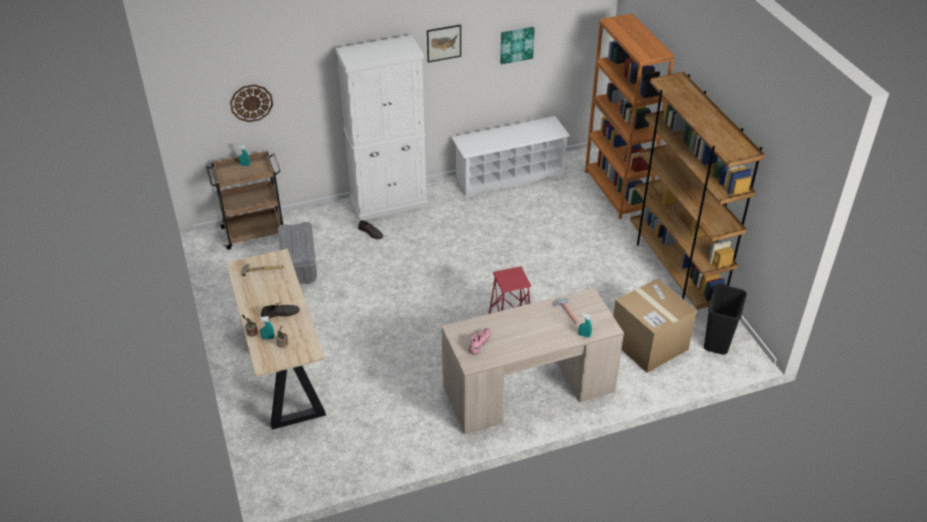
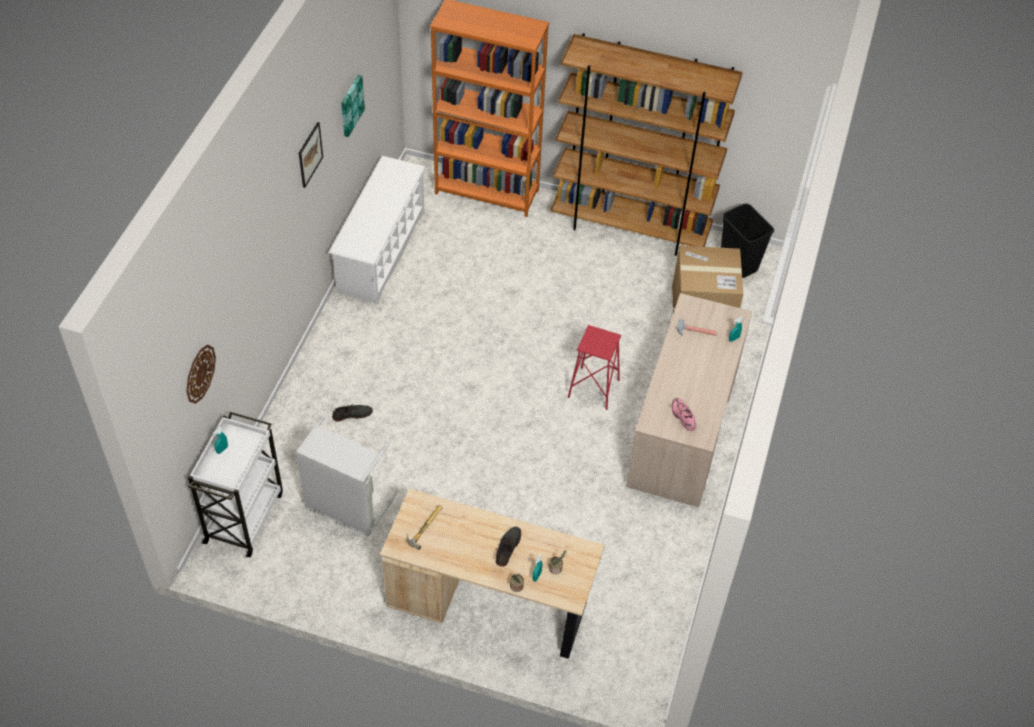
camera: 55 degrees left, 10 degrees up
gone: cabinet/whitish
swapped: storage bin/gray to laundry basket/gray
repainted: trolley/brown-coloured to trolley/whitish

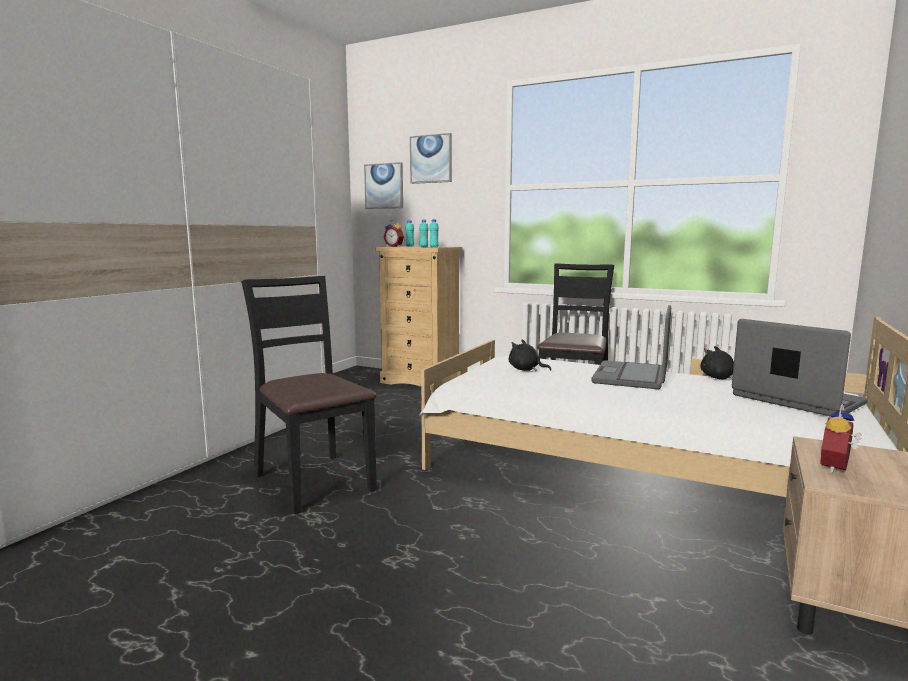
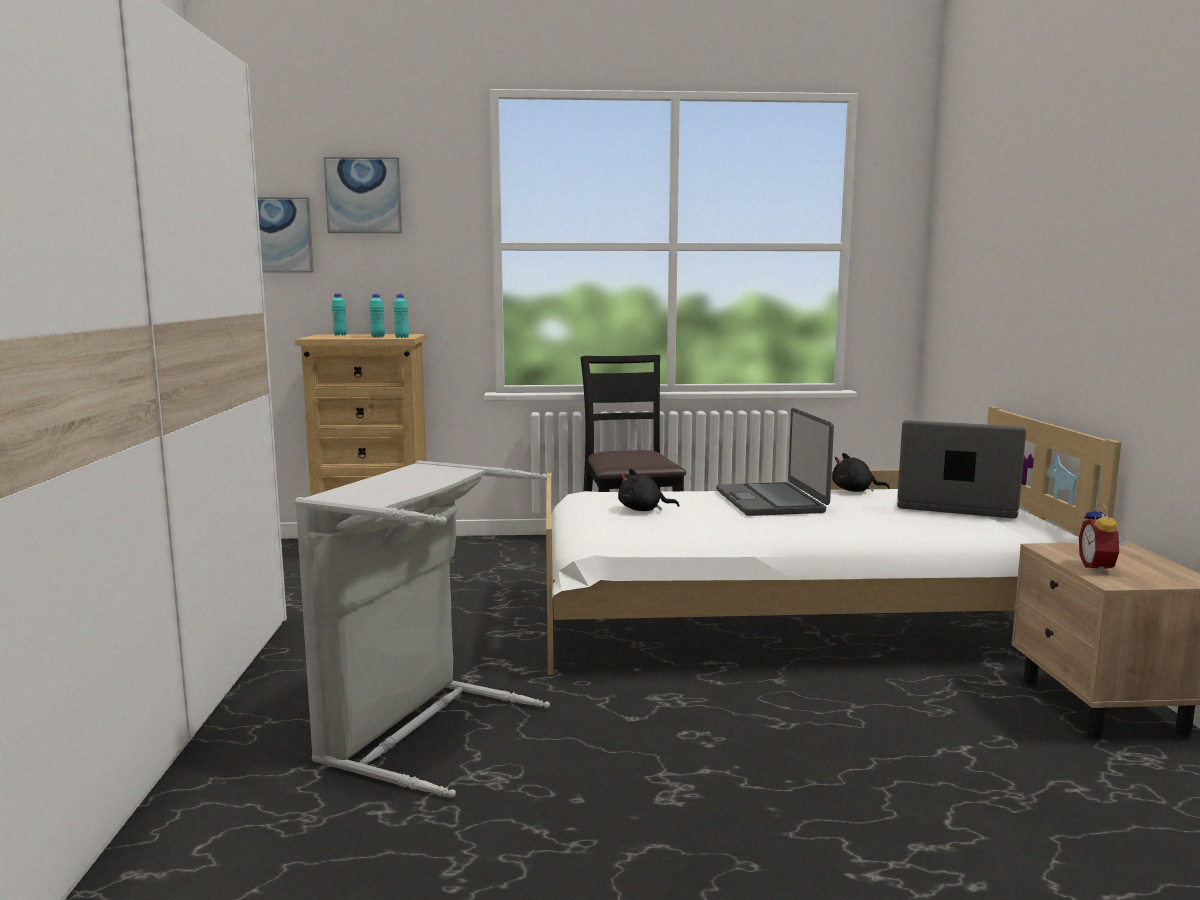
camera: 30 degrees left, 0 degrees up
gone: alarm clock (no. 1 from left)
swapped: upright chair/blackish (no. 1 from left) to laundry basket/gray

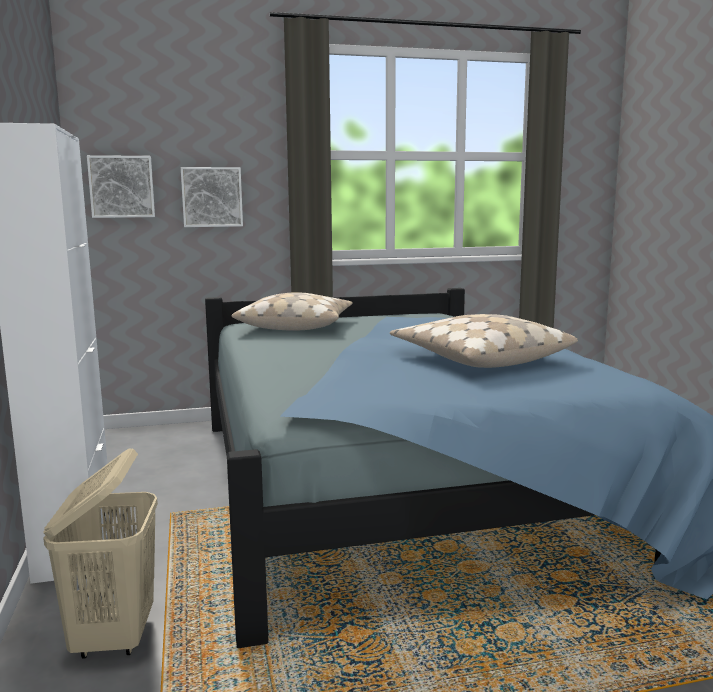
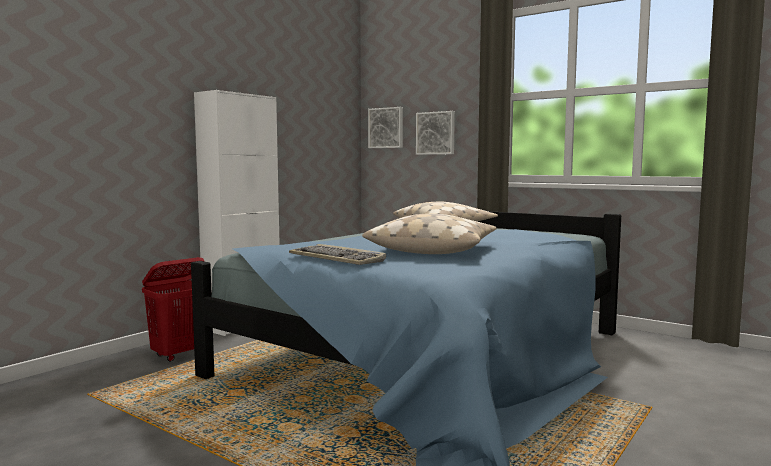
camera: 50 degrees right, 5 degrees down
new: PC keyboard
repainted: laundry basket/beige-coloured to laundry basket/red

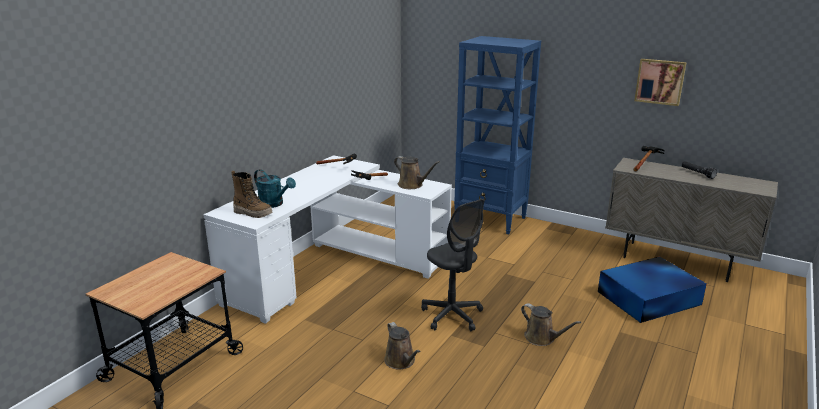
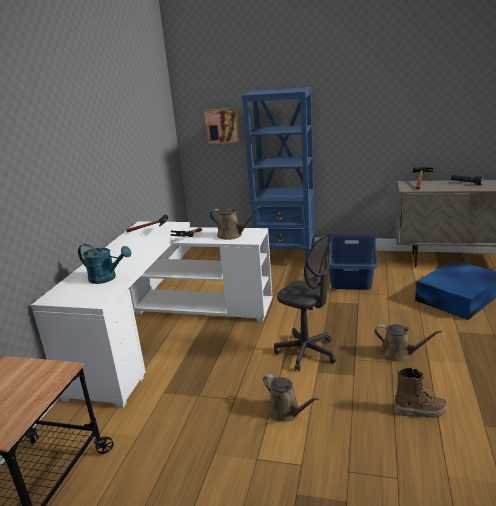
camera: 15 degrees left, 0 degrees up
new: laundry basket/bluish
shifted: tall boot; wall art

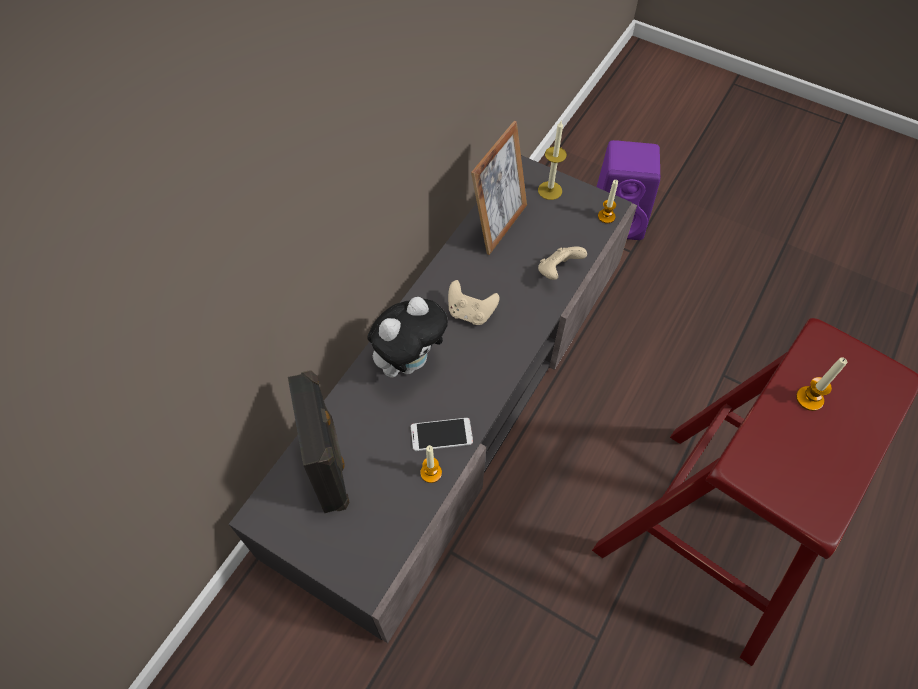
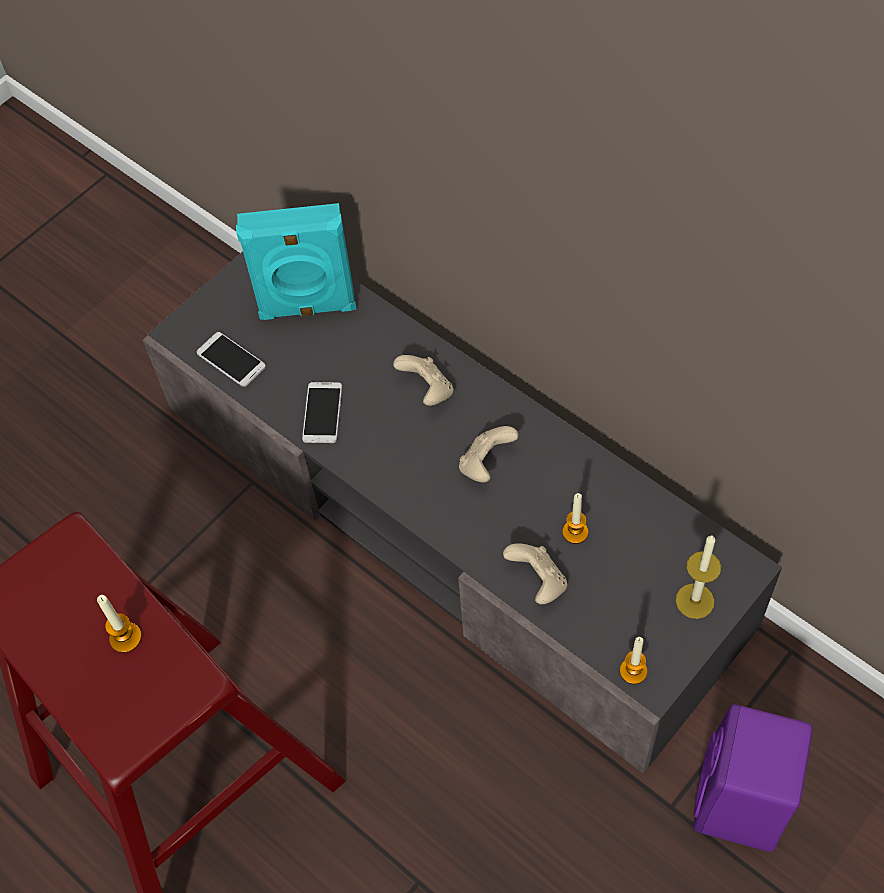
camera: 105 degrees right, 0 degrees up
gone: picture frame
new: handset (no. 1 from left)
shifted: wax light (no. 1 from left in the first image) to wax light (no. 2 from left)
swapped: plush toy to gamepad/beige-coloured (no. 1 from left)
repainted: speaker/blackish to speaker/turquoise-coloured

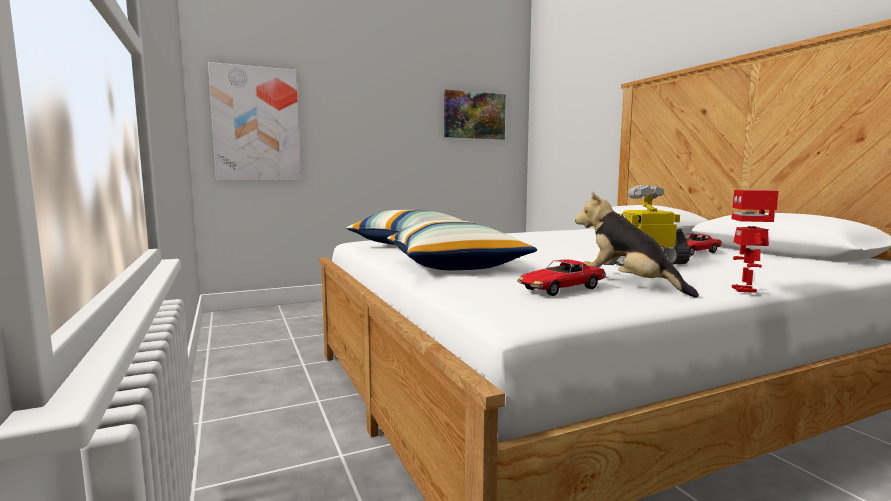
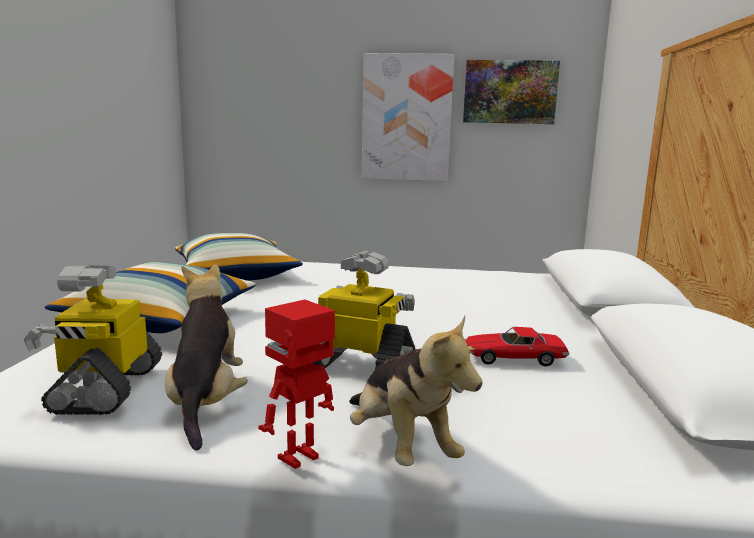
camera: 30 degrees right, 5 degrees up
new: plush toy (no. 2 from left)
shifted: wall art (no. 1 from left)
swapped: toy car (no. 1 from left) to robot figure (no. 1 from left)

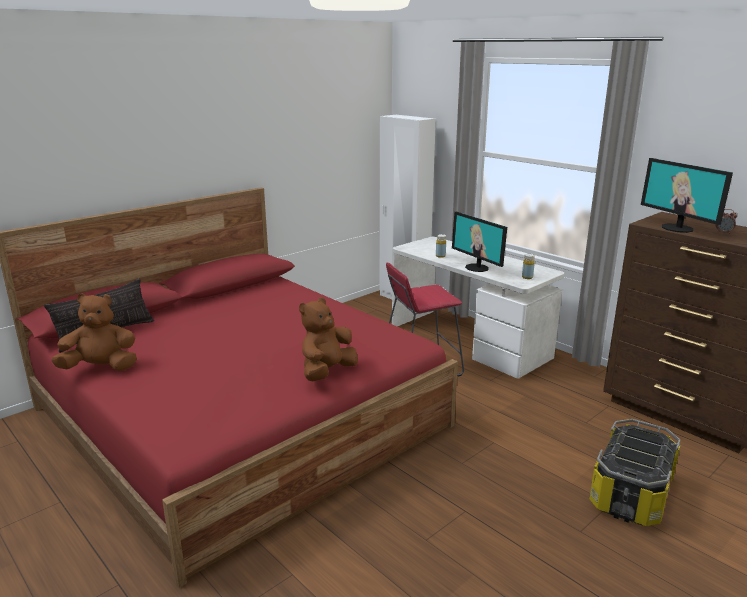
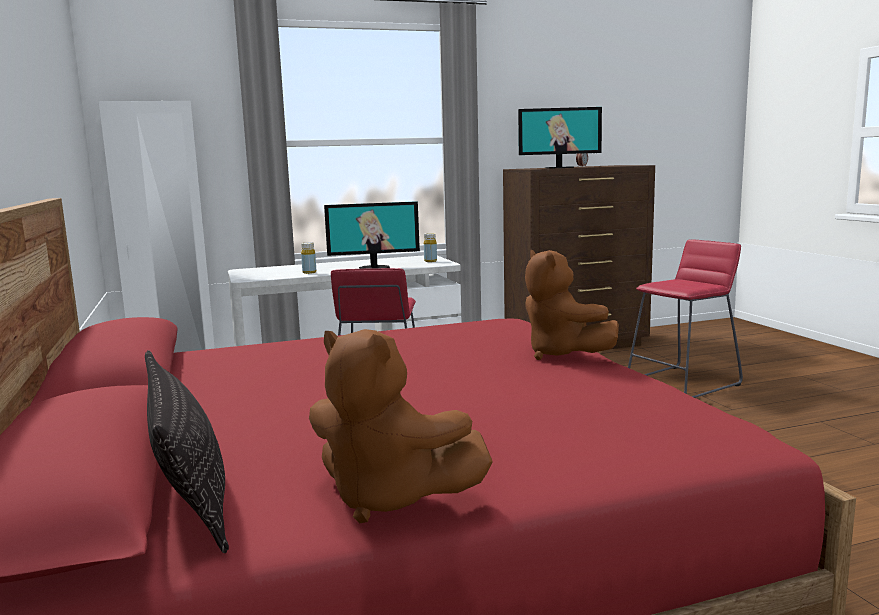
camera: 65 degrees left, 10 degrees down
swapped: storage bin to sitting stool/red (no. 2 from left)
rotated: plush toy/brown-coloured (no. 1 from left) 75 degrees counterclockwise

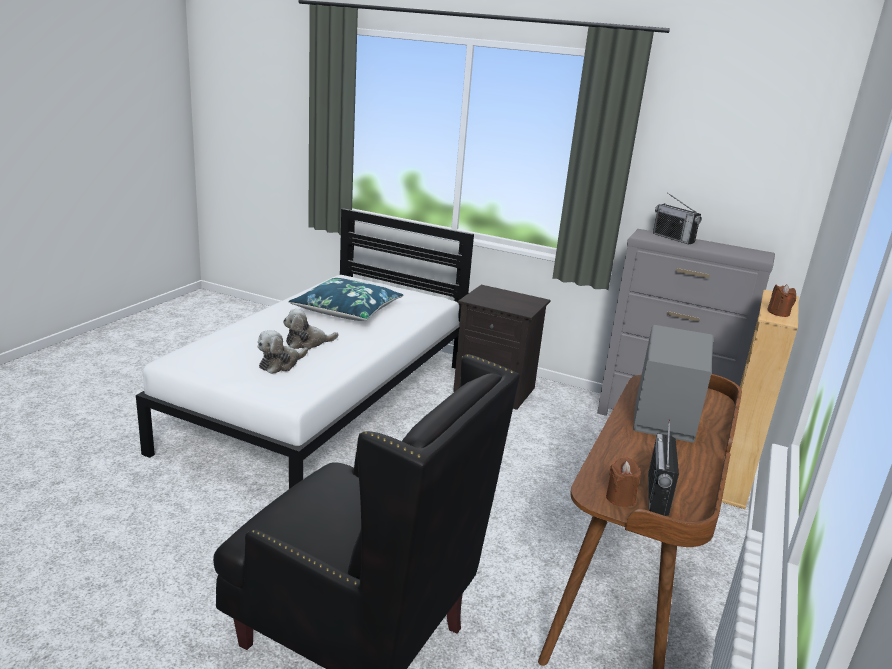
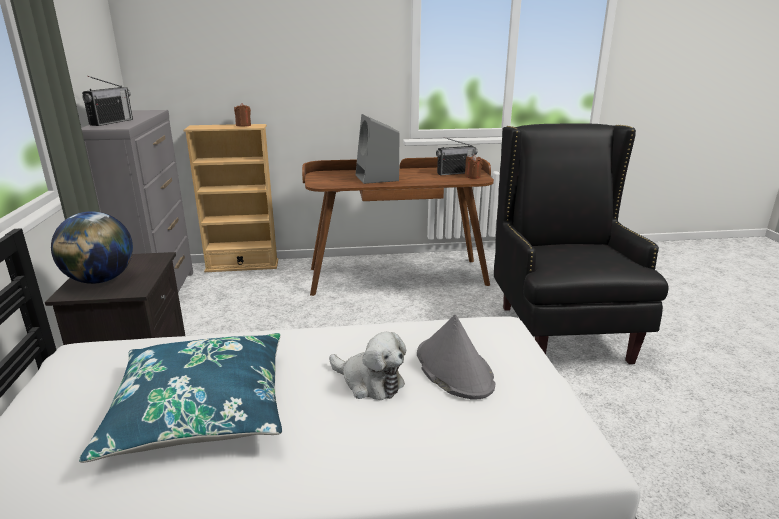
camera: 120 degrees left, 0 degrees up
new: desk globe
swapped: plush toy (no. 1 from left) to wearable hat/gray

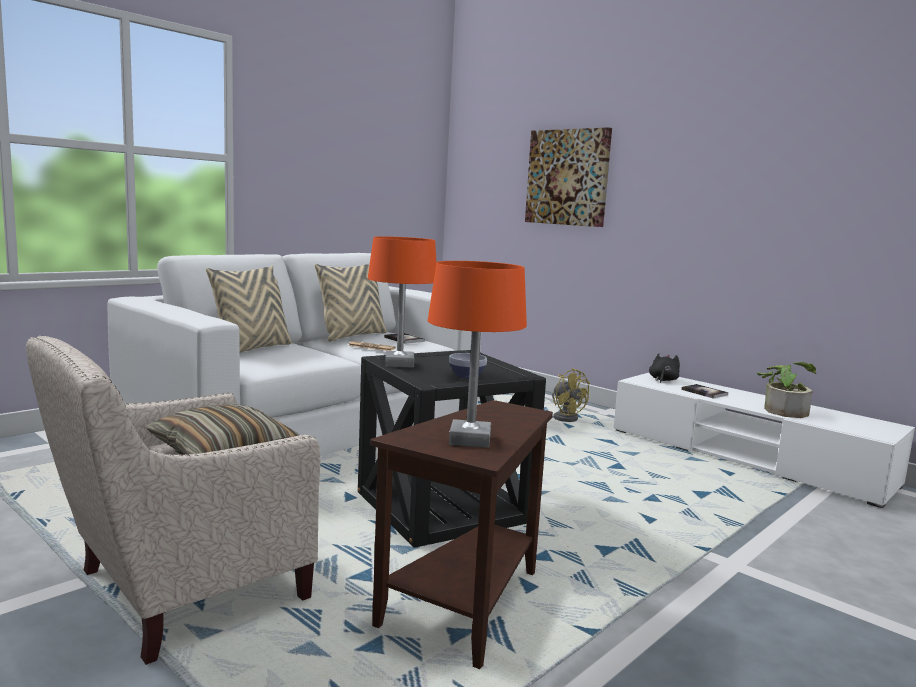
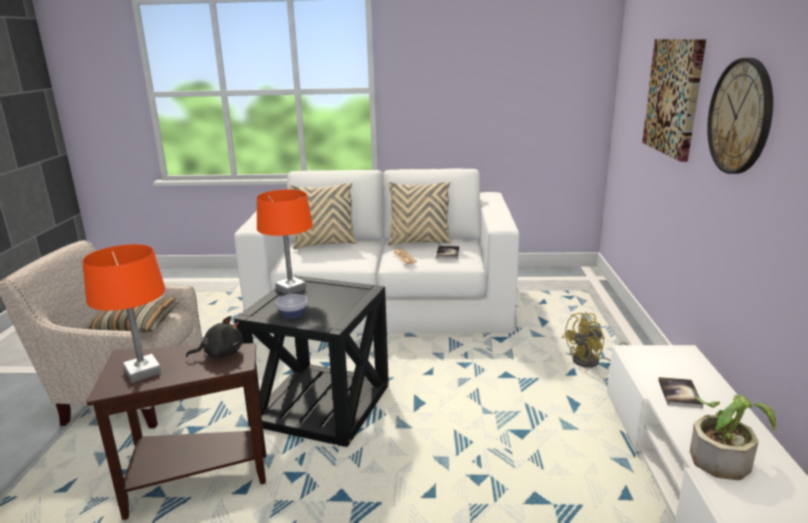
camera: 50 degrees right, 10 degrees up
new: wall clock
shifted: plush toy/blackish
rotated: electric fan/yellow-coloured 45 degrees clockwise

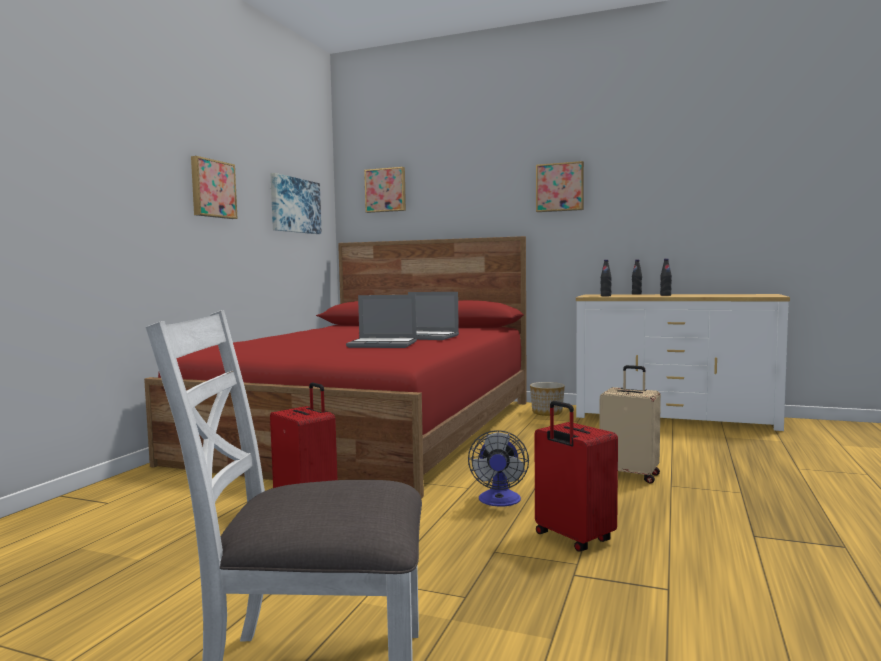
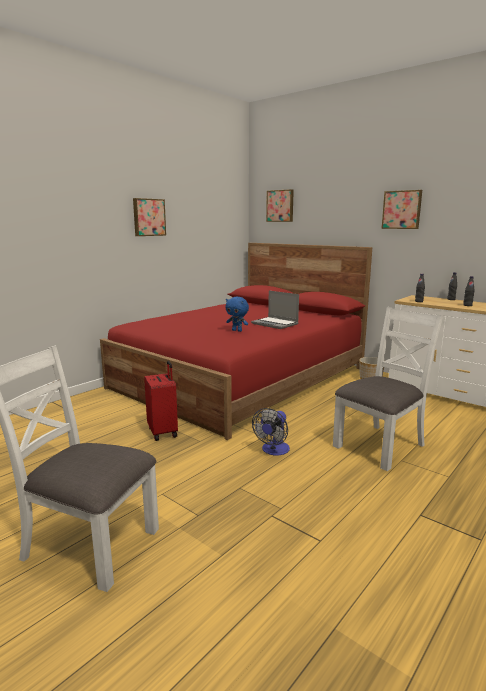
camera: 20 degrees right, 10 degrees up
gone: wall art (no. 2 from left); suitcase/red (no. 2 from left)
swapped: notebook computer (no. 1 from left) to plush toy/bluish; suitcase/beige-coloured to upright chair/whitish (no. 2 from left)

